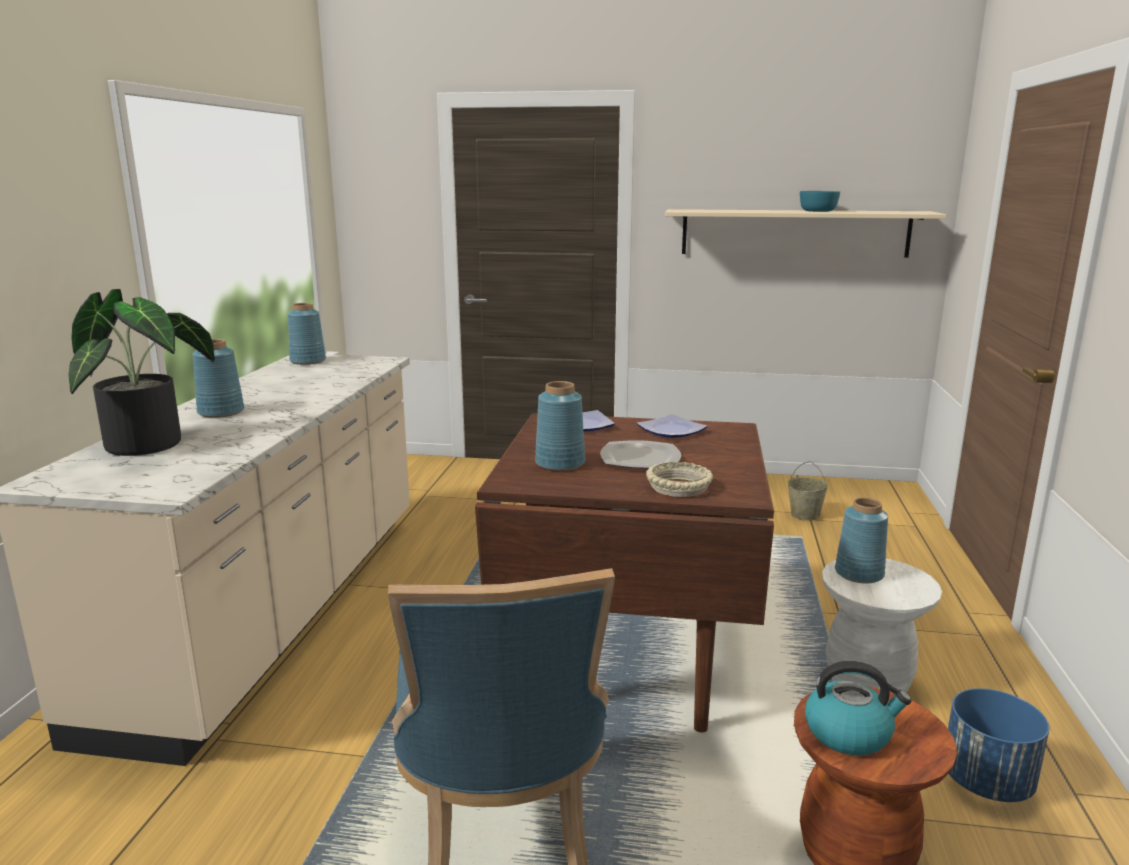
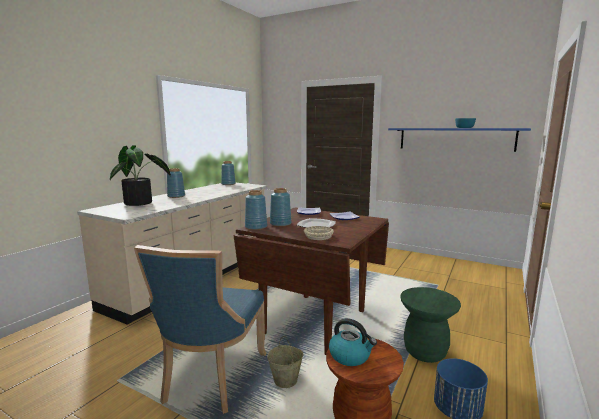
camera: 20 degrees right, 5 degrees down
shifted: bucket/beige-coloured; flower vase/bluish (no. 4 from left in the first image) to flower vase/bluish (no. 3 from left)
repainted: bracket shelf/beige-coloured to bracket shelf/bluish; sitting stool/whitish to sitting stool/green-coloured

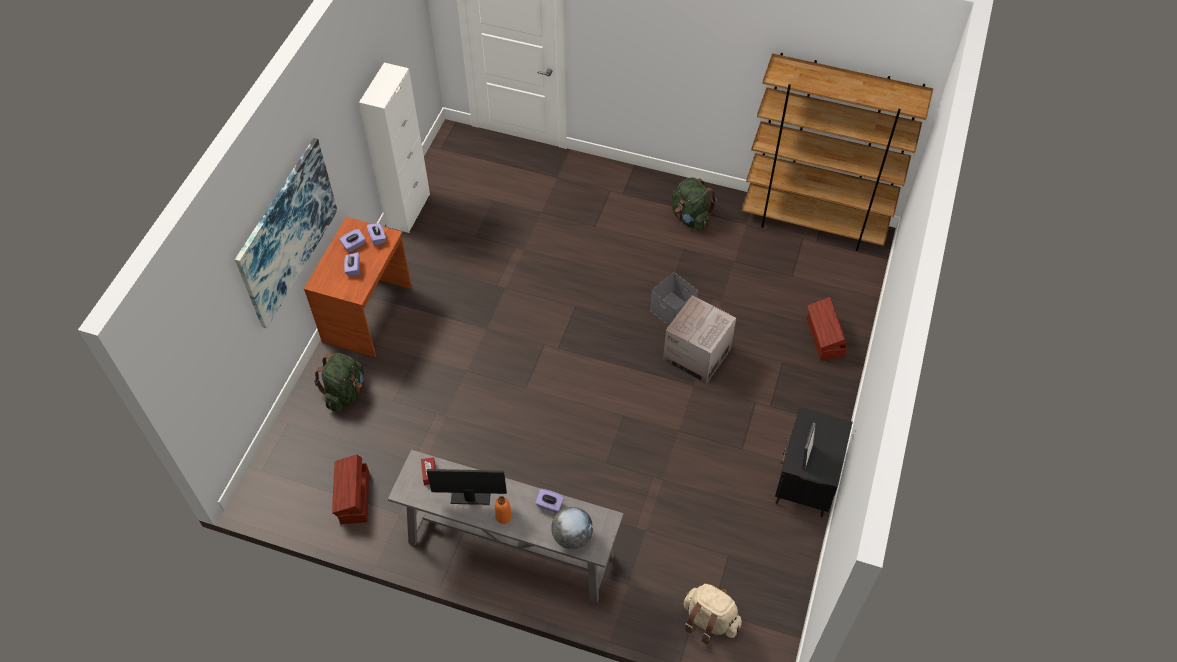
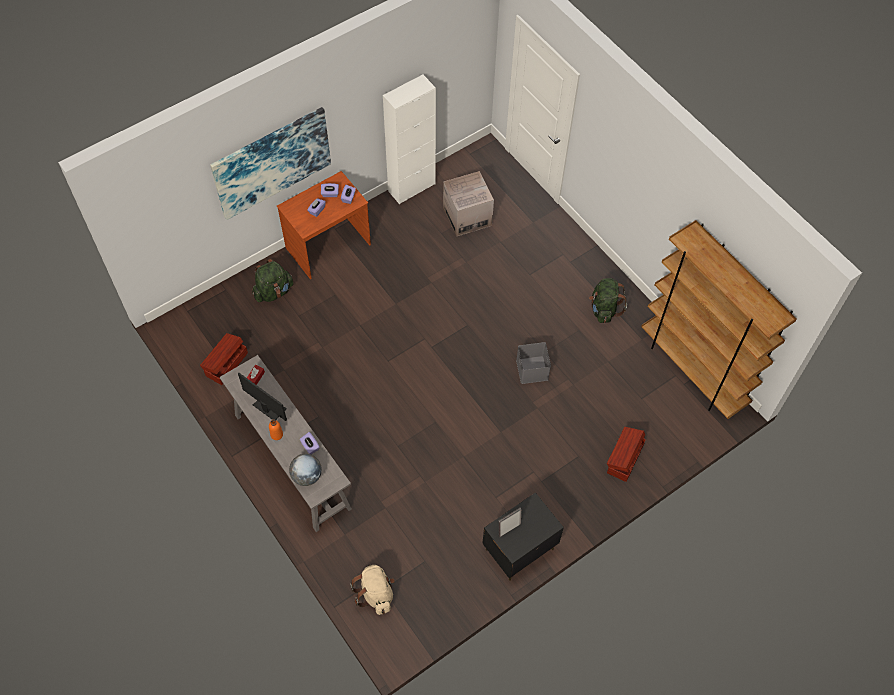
camera: 35 degrees right, 5 degrees up
shifted: carton

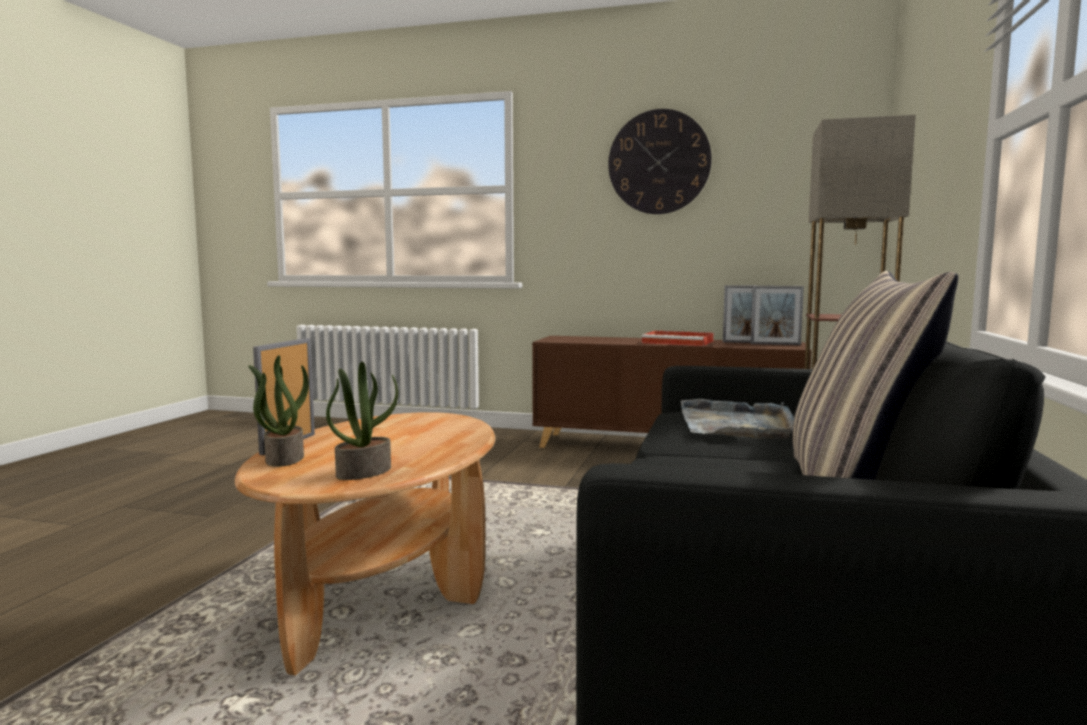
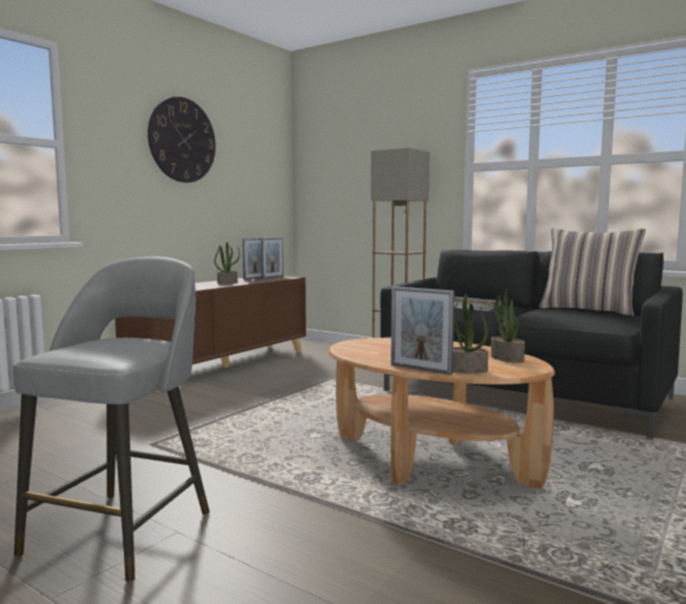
camera: 70 degrees left, 0 degrees up
new: sitting stool/gray
swapped: tray/red to potted plant (no. 1 from left)

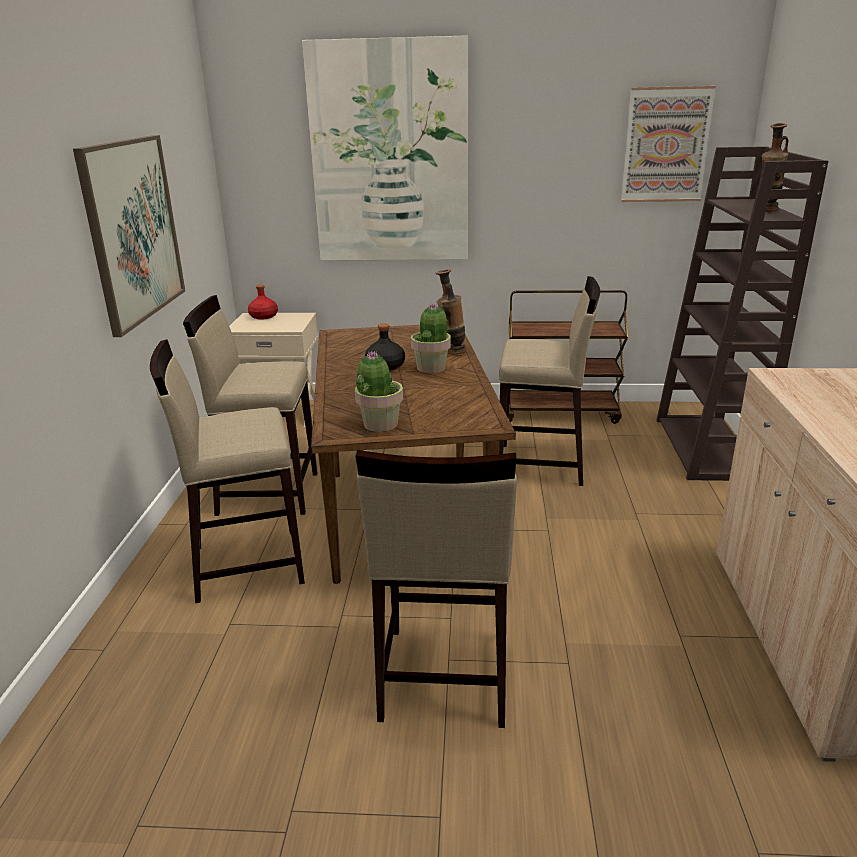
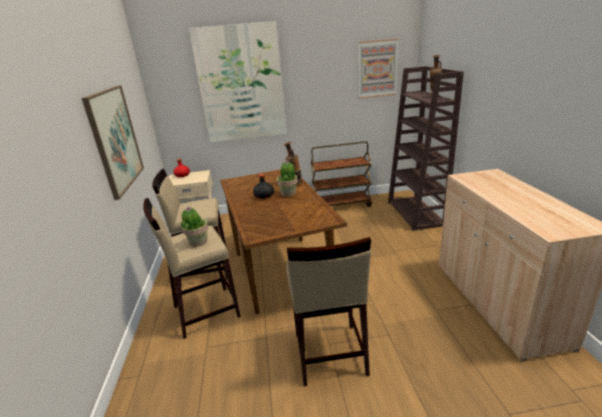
camera: 10 degrees left, 0 degrees up
gone: sitting stool/beige-coloured (no. 4 from left)
shifted: potted plant (no. 1 from left)

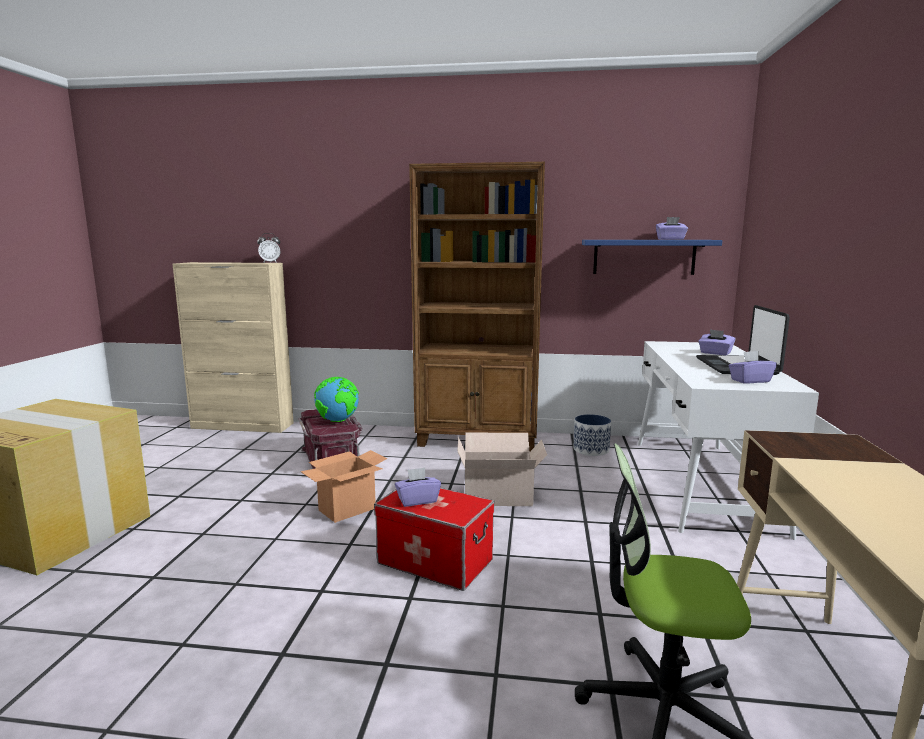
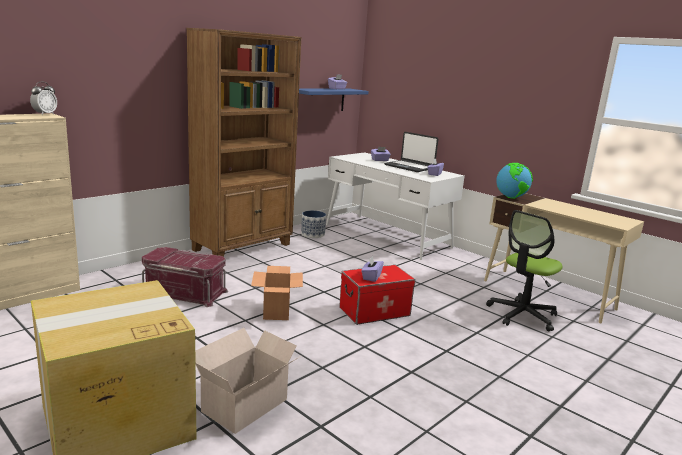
camera: 55 degrees left, 5 degrees up
shifted: desk globe; carton (no. 3 from left in the first image) to carton (no. 2 from left)

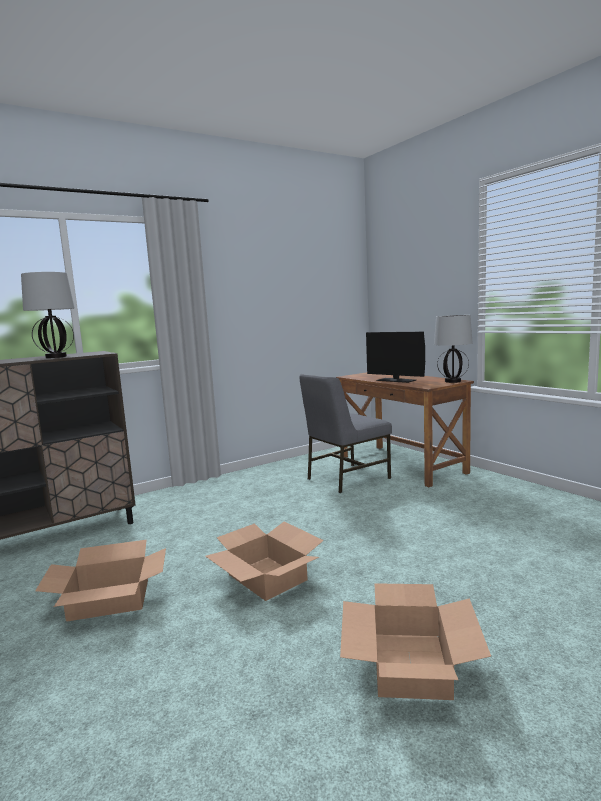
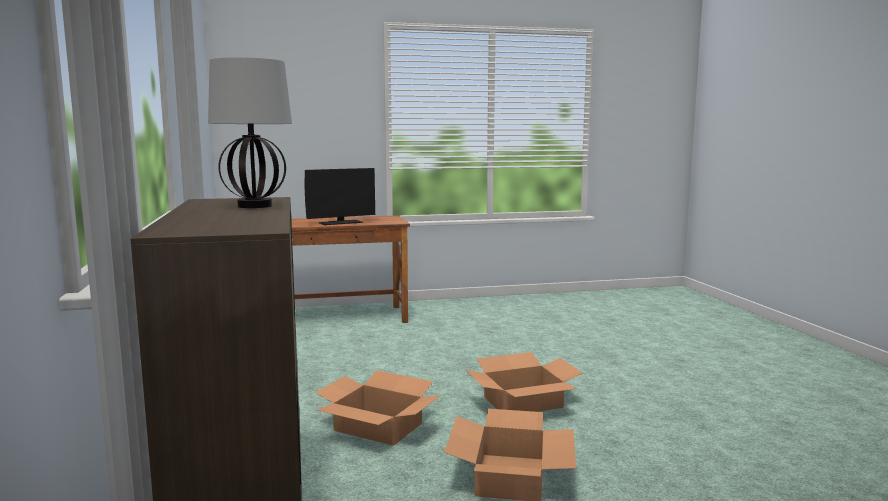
camera: 70 degrees left, 0 degrees up
gone: upright chair/gray; table lamp (no. 2 from left)
shifted: carton (no. 3 from left in the first image) to carton (no. 1 from left)

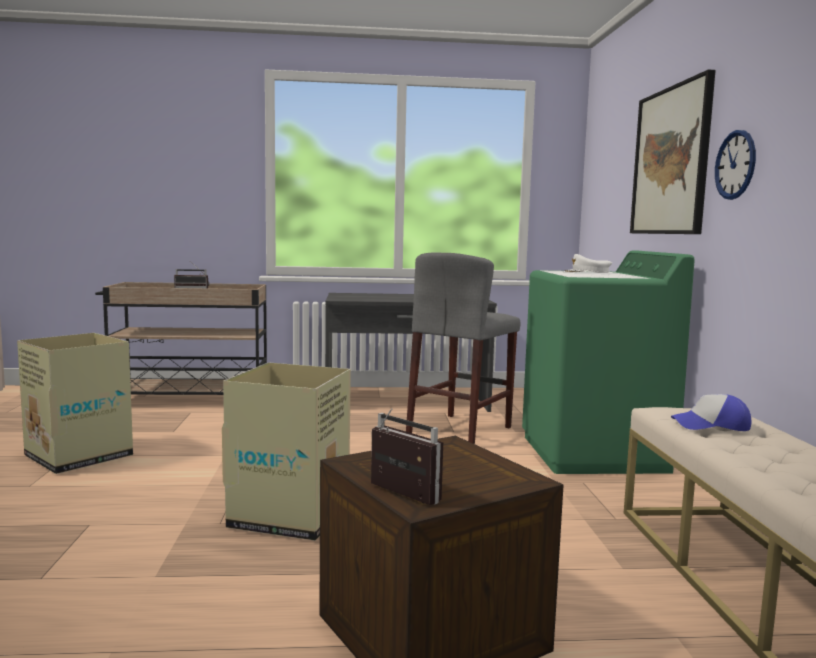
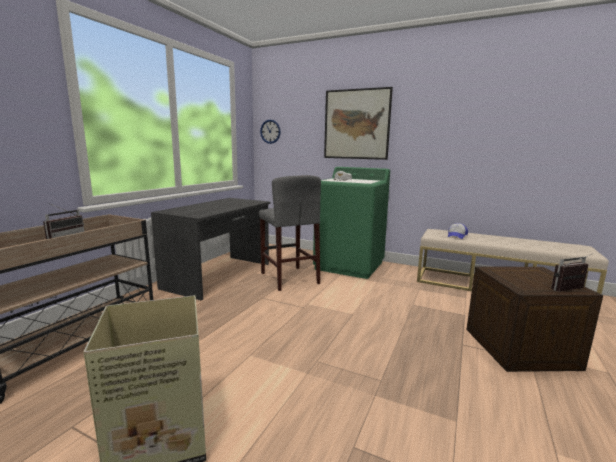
camera: 60 degrees left, 5 degrees up
gone: carton (no. 2 from left)
shifted: wall clock

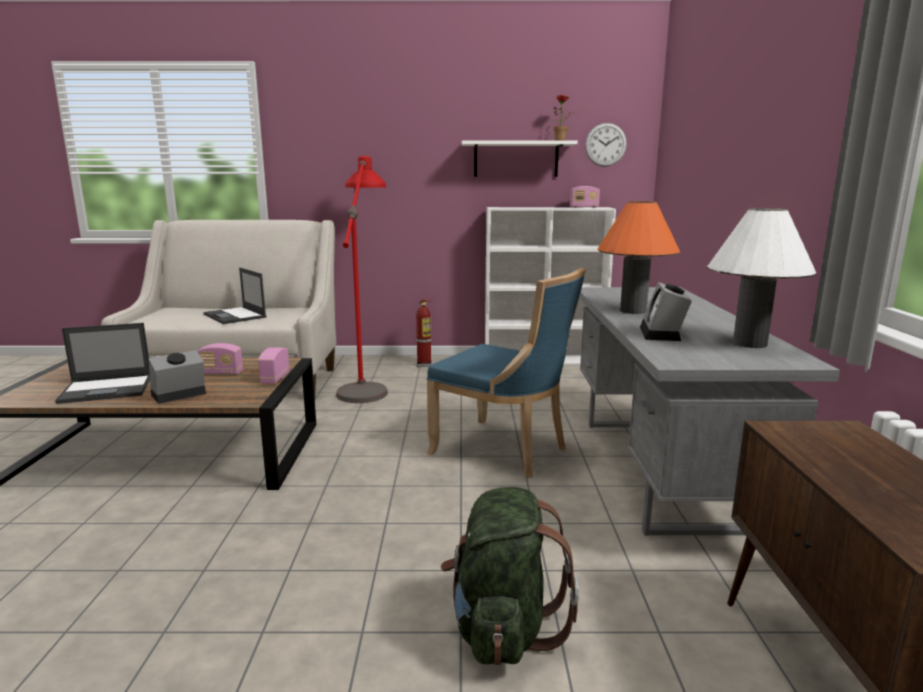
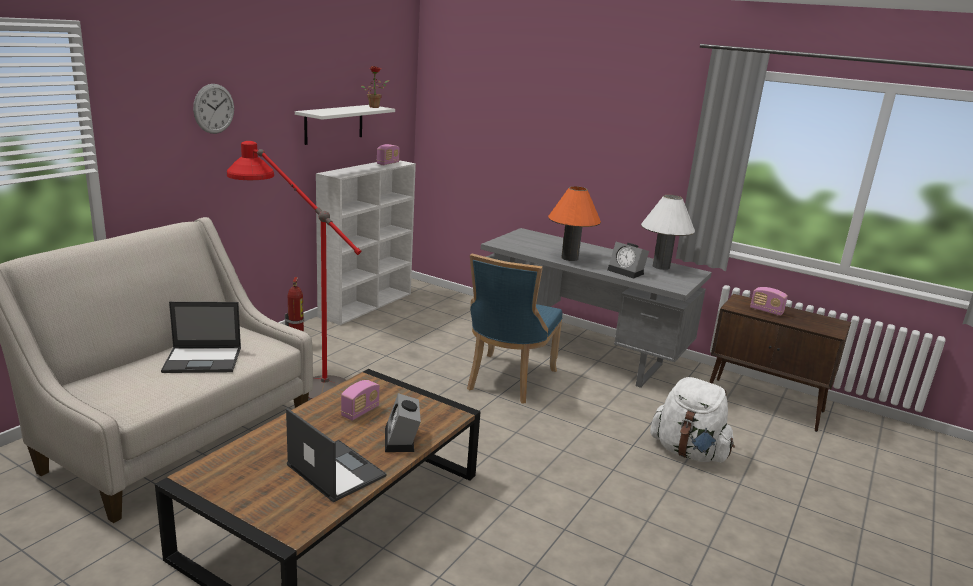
camera: 60 degrees left, 5 degrees up
shifted: radio (no. 2 from left in the first image) to radio (no. 3 from left); wall clock
repainted: rucksack/green-coloured to rucksack/whitish
rotated: notebook computer (no. 1 from left in the first image) 60 degrees counterclockwise; upright chair/bluish 135 degrees clockwise

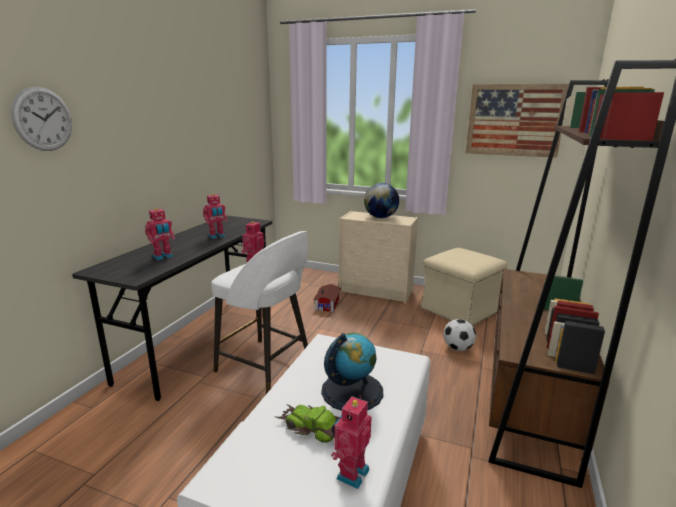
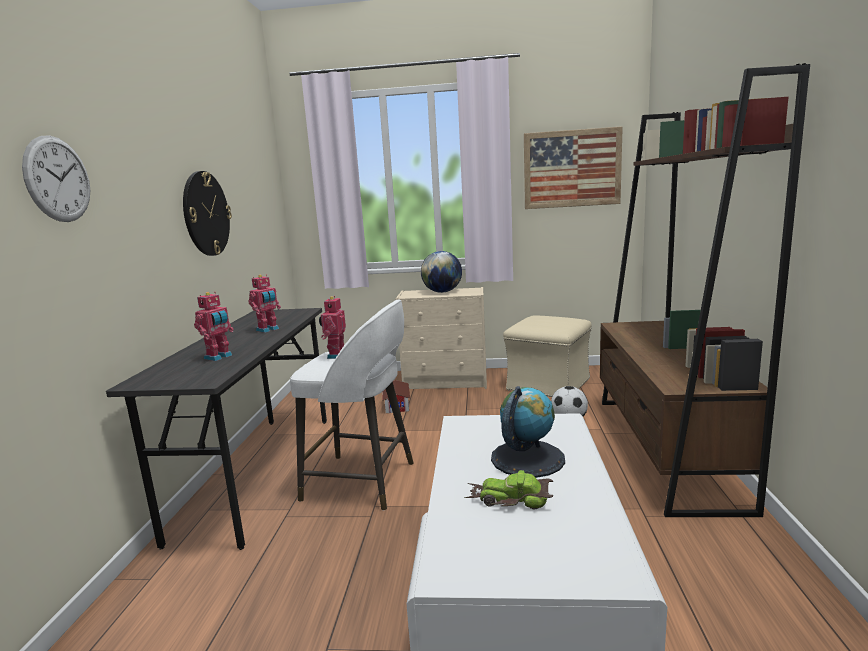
camera: 15 degrees left, 5 degrees down
gone: robot figure (no. 4 from left)
new: wall clock (no. 2 from left)

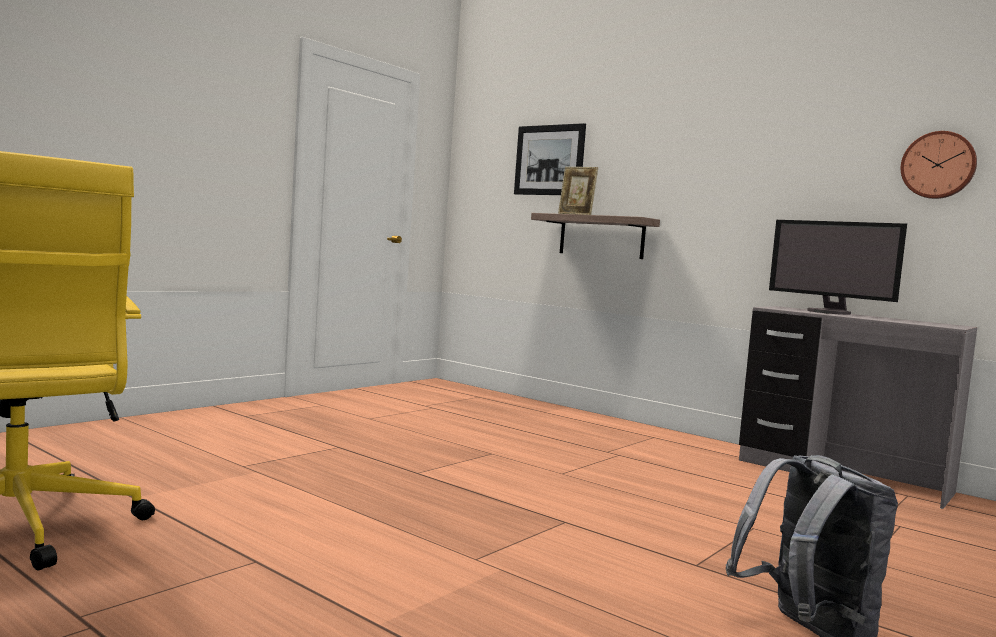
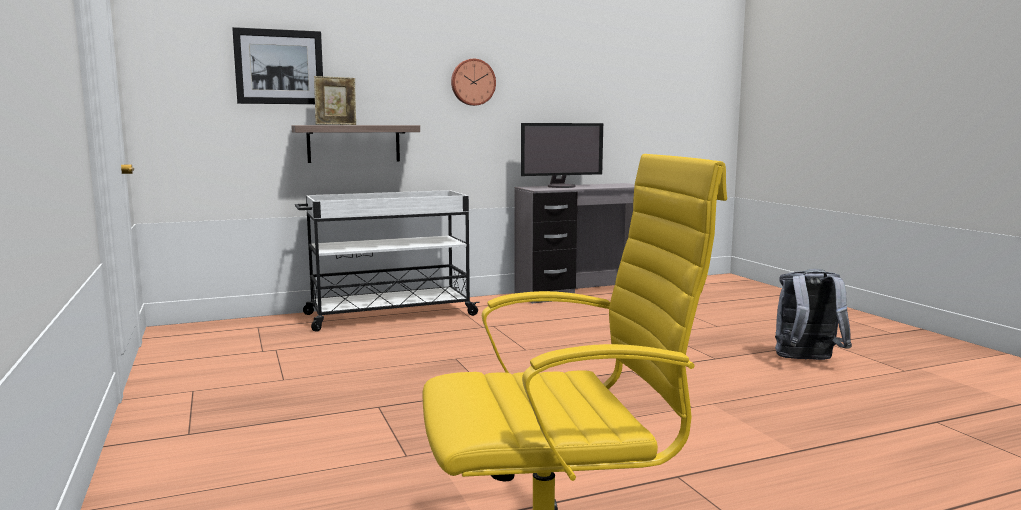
camera: 60 degrees left, 5 degrees up
new: trolley/whitish
shifted: wall clock

